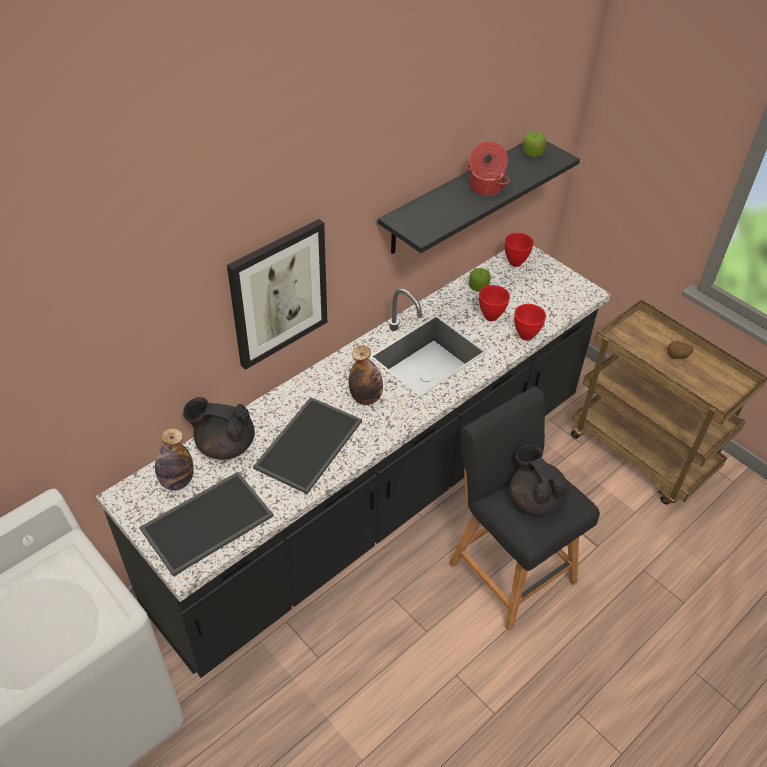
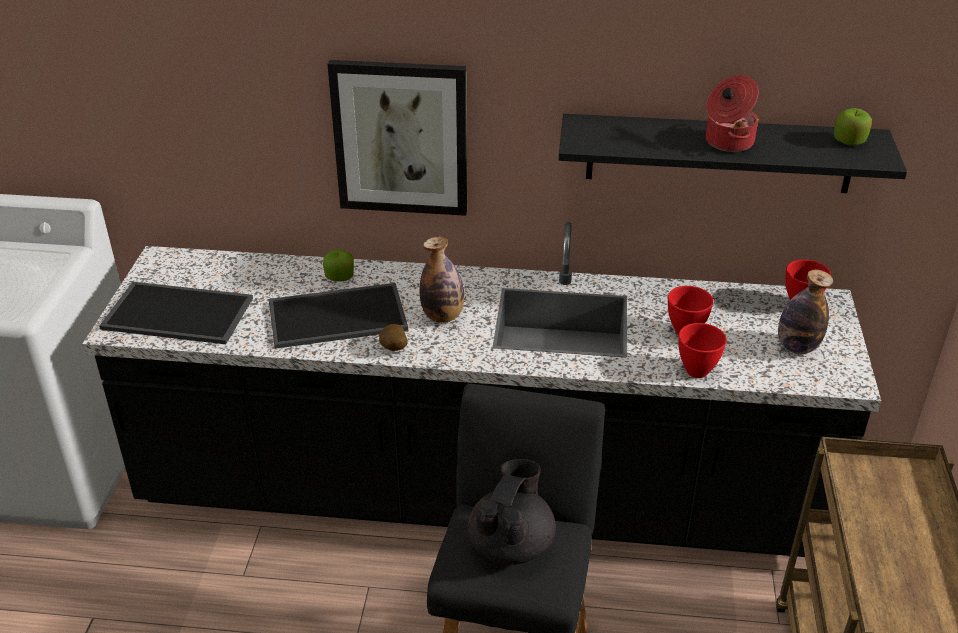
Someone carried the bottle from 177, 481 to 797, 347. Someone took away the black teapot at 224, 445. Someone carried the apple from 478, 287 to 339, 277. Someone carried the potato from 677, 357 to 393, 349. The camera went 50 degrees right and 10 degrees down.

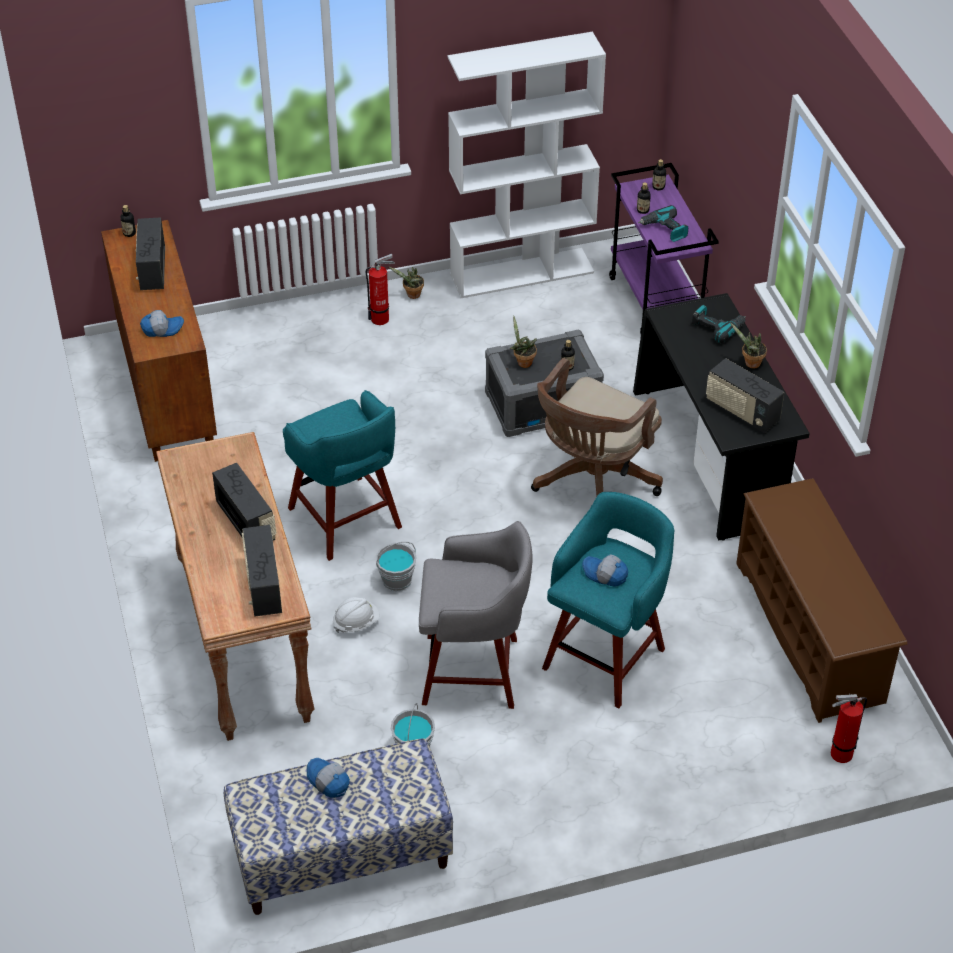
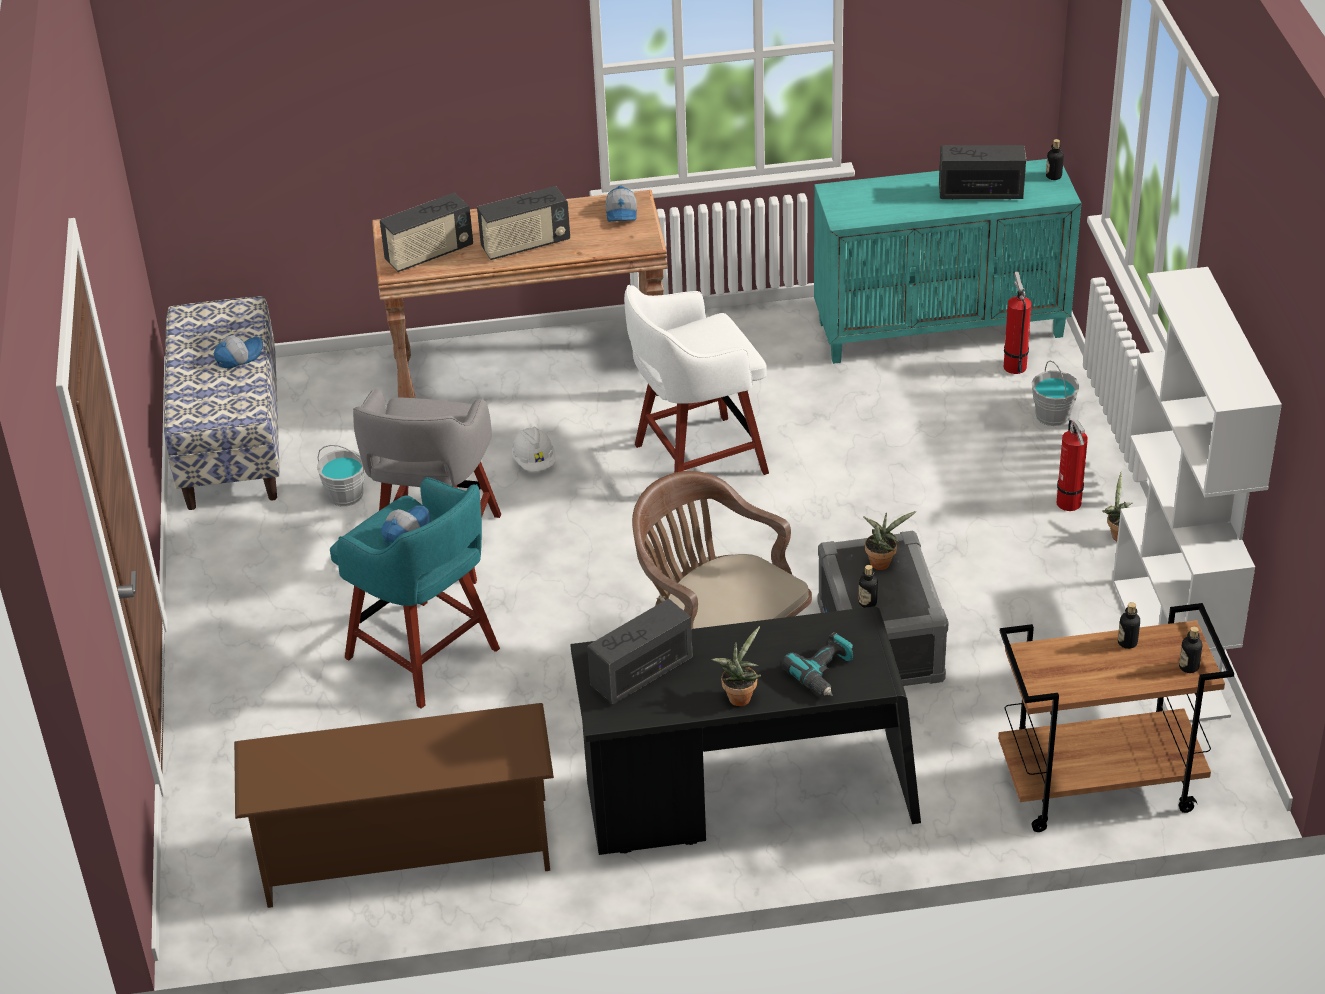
Someone repainted the brown cabinet at 166, 390, which became the turquoise cabinet at 941, 328. Someone carried the cap from 162, 328 to 622, 213. Someone rotated the radio at 263, 586 by 150 degrees clockwise. Someone repainted the turquoise stool at 346, 520, which became the white stool at 696, 460. Someone carried the grey bucket from 396, 579 to 1053, 415. Someone repainted the purple cart at 656, 303, which became the brown cart at 1098, 787. Someone took away the power drill at 664, 230. Someone carried the fire extinguisher from 838, 754 to 1014, 364. The camera went 100 degrees right and 5 degrees down.

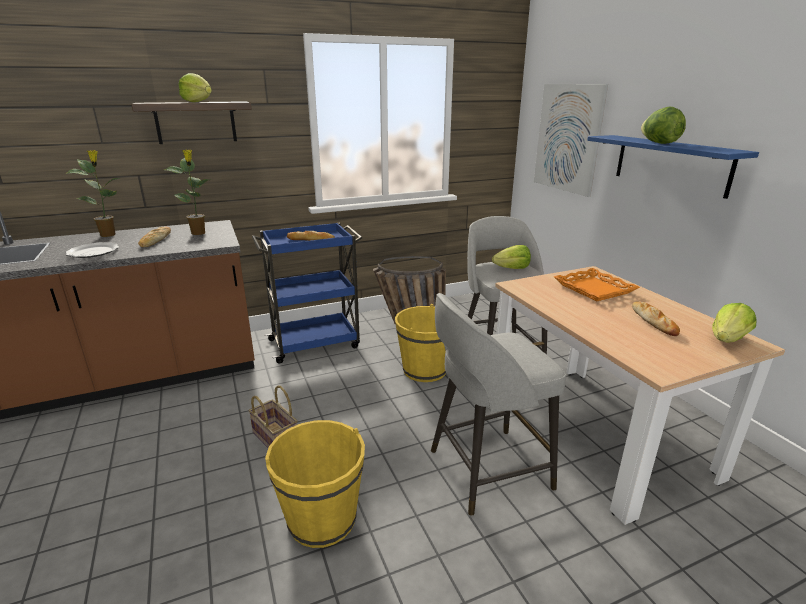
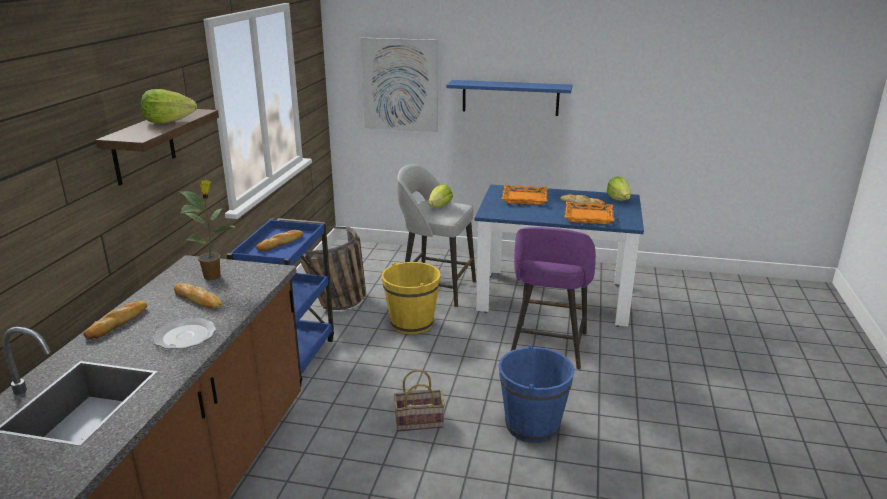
Someone swapped the potted plant at 109, 235 for the bread at 118, 323. Someone repainted the yellow bucket at 322, 519, which became the blue bucket at 532, 425. Someone repainted the grey stool at 486, 470, which became the purple stool at 548, 347. Someone repainted the beige dining table at 594, 432, which became the blue dining table at 553, 298. Someone took away the lettuce at 659, 143. Someone put down the orange tray at 588, 216. The camera went 55 degrees left and 0 degrees up.

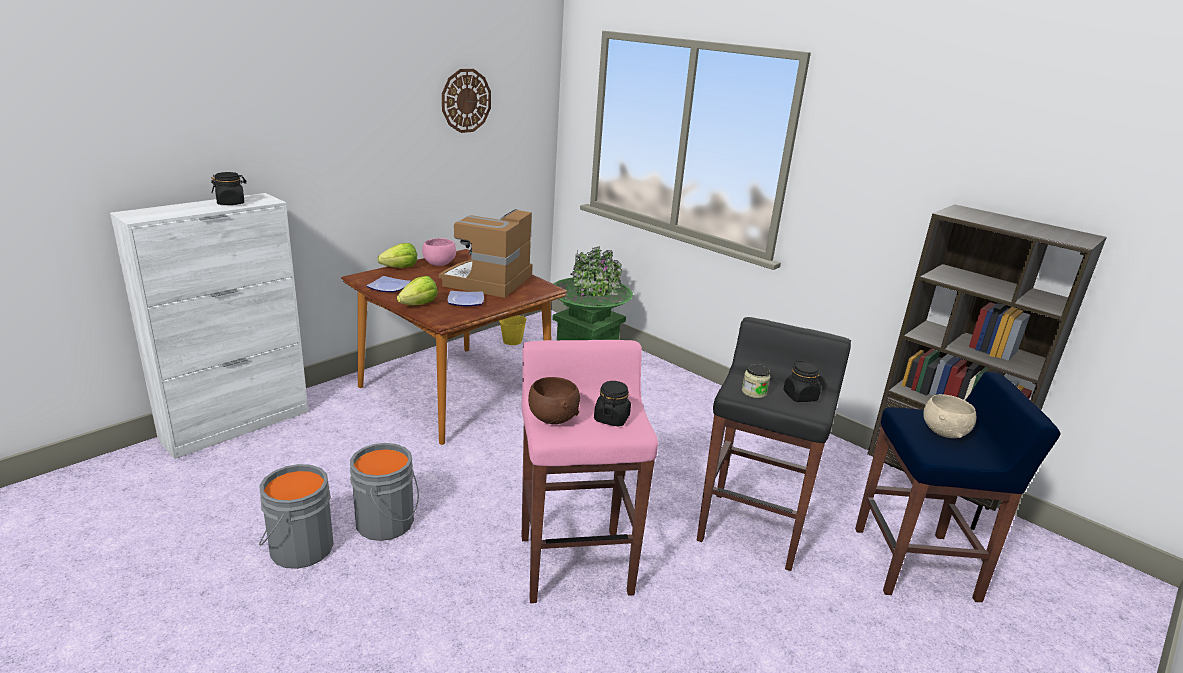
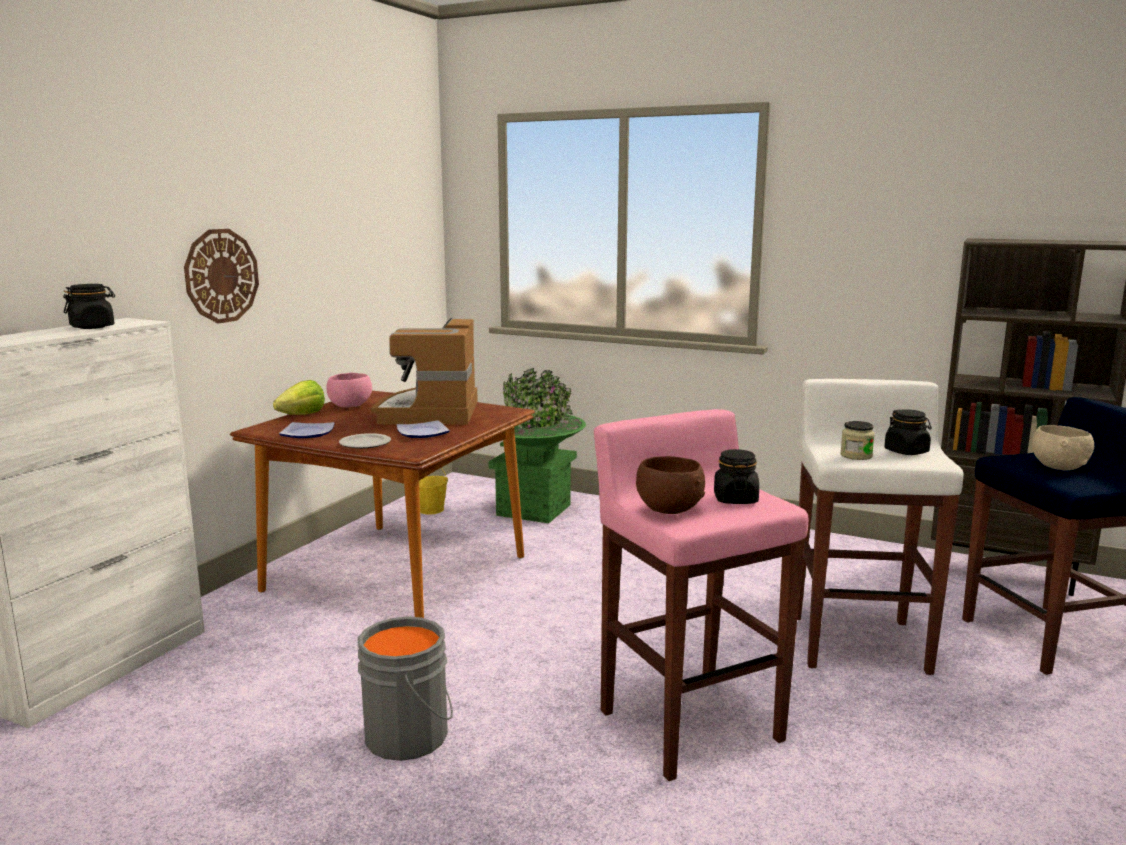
Someone took away the grey bucket at 298, 548. Someone swapped the lettuce at 419, 304 for the plate at 366, 443. Someone carried the wall clock from 466, 100 to 221, 276. Someone repainted the black stool at 752, 529, which became the white stool at 858, 643. The camera went 15 degrees left and 10 degrees down.

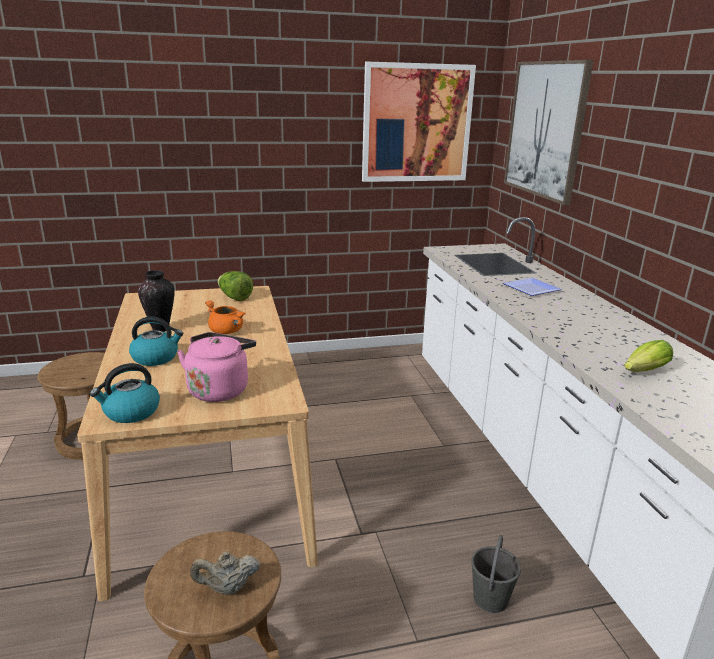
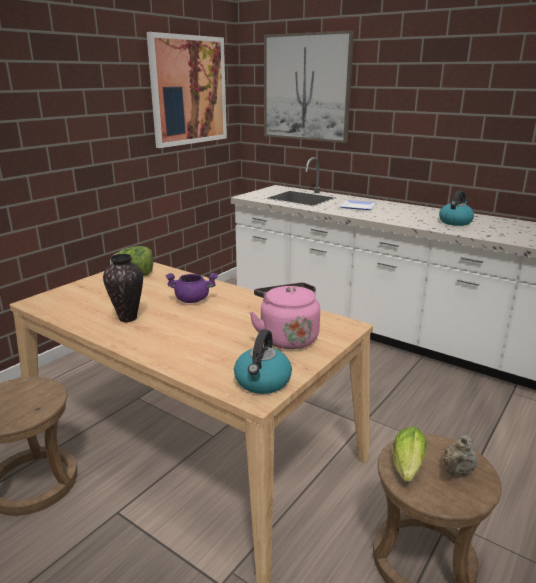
Someone carried the kettle from 156, 358 to 455, 222. Someone repainted the orange cooking pot at 227, 332, which became the purple cooking pot at 193, 300. Someone took away the grey bucket at 490, 598. Someone carried the lettuce from 642, 372 to 407, 468. The camera went 40 degrees left and 0 degrees up.

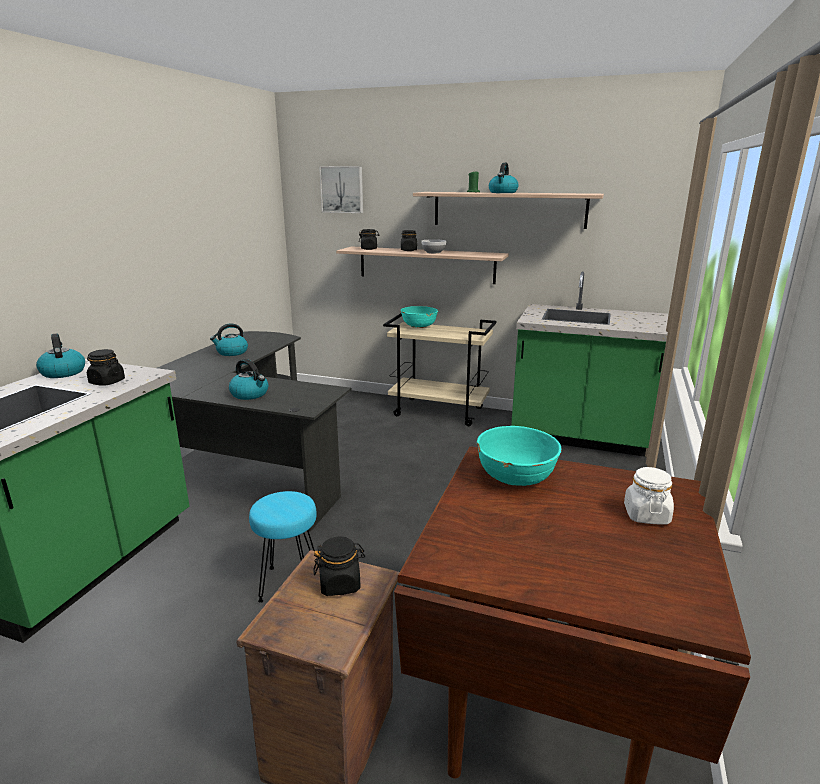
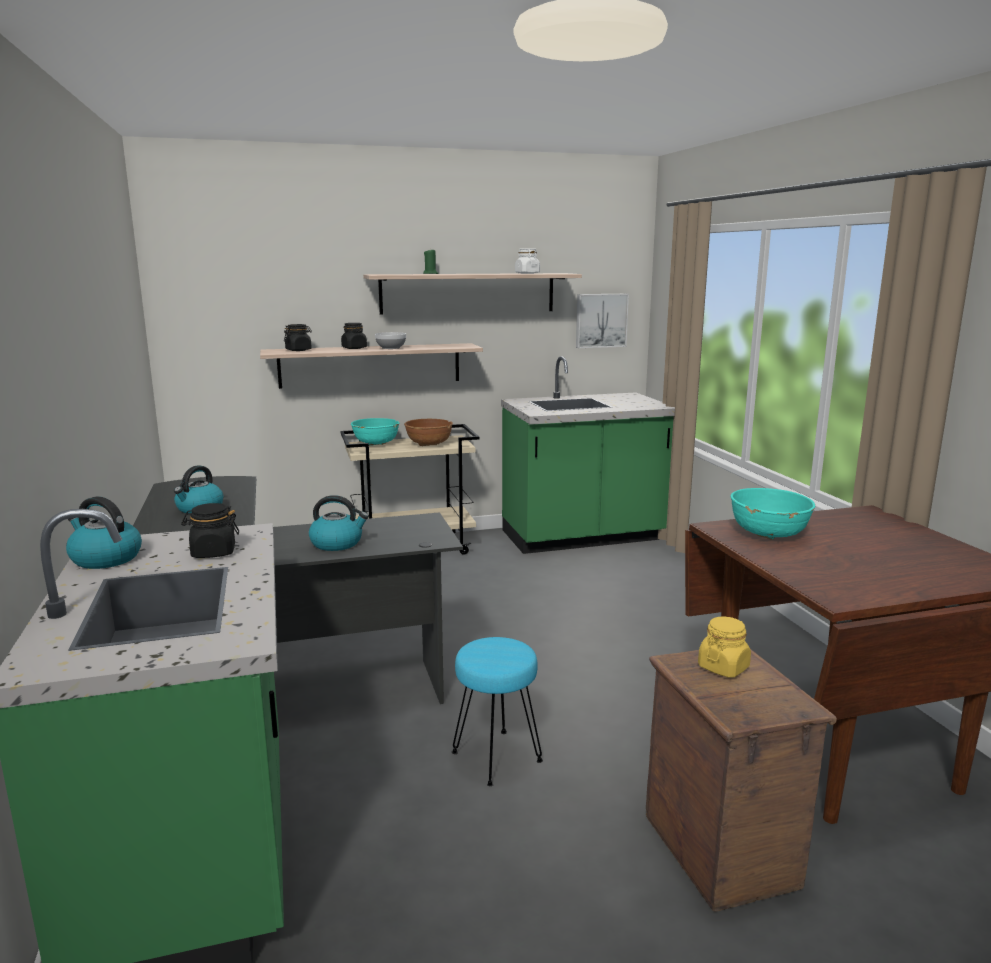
Someone repainted the black jar at 340, 584, which became the yellow jar at 723, 667. Someone carried the picture from 342, 189 to 600, 320. Someone took away the kettle at 503, 192. Someone carried the white jar from 646, 515 to 527, 273. Someone put down the brown bowl at 429, 444. The camera went 35 degrees left and 5 degrees down.

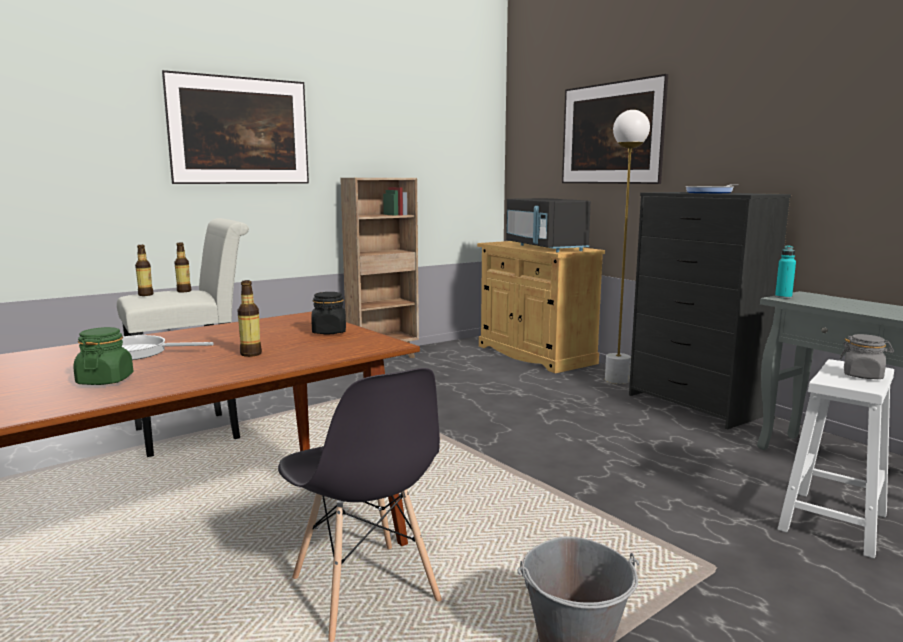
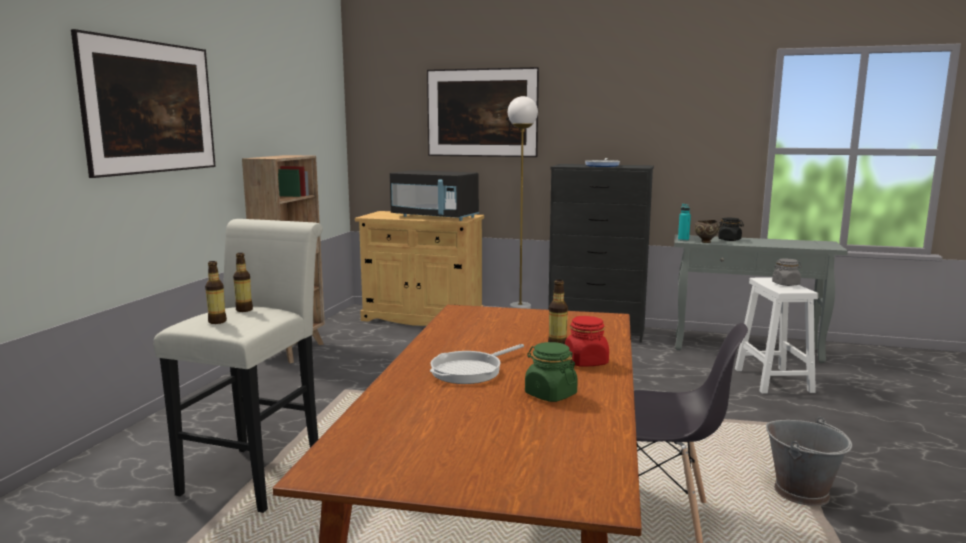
Someone carried the black jar from 329, 332 to 729, 240. Someone put down the red jar at 586, 362. Someone put down the brown bowl at 705, 242. The camera went 40 degrees left and 0 degrees up.

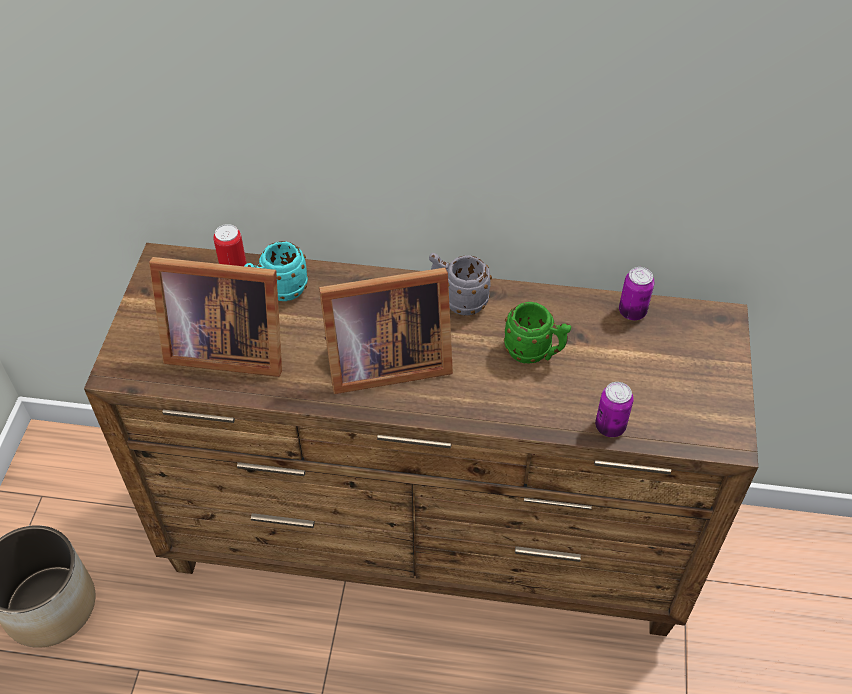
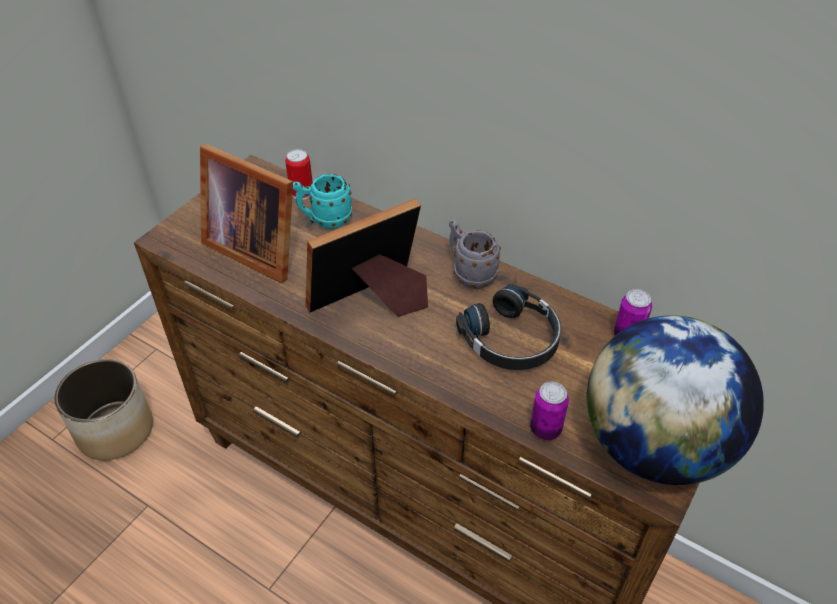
Someone rotated the picture frame at 382, 362 by 135 degrees clockwise. Someone swapped the green mug at 534, 353 for the black headphones at 512, 339. Someone put down the globe at 654, 446. The camera went 25 degrees right and 5 degrees down.

